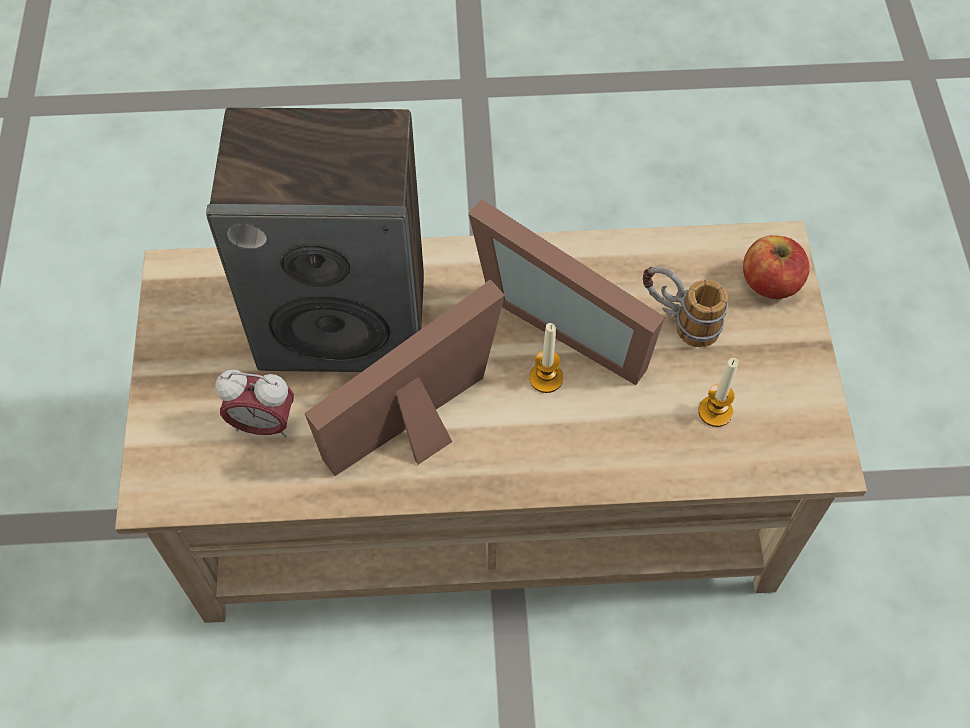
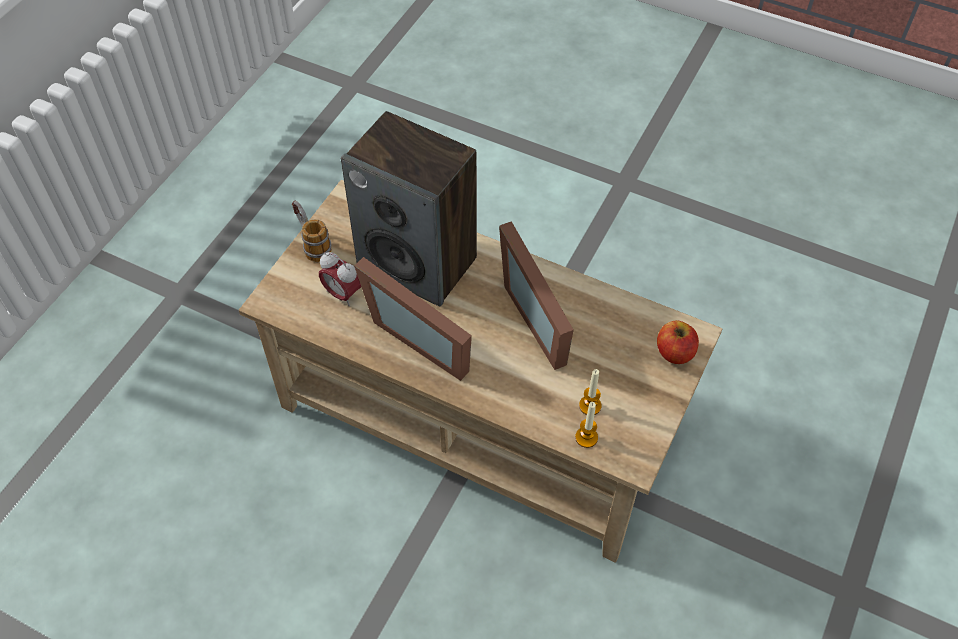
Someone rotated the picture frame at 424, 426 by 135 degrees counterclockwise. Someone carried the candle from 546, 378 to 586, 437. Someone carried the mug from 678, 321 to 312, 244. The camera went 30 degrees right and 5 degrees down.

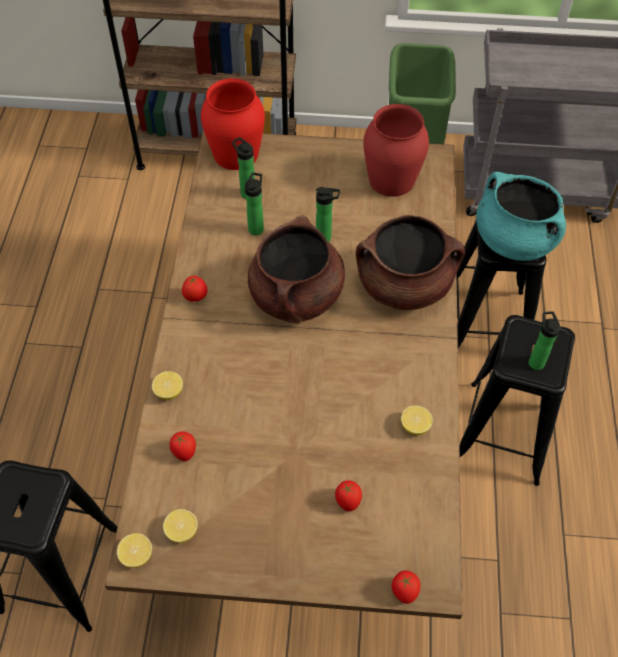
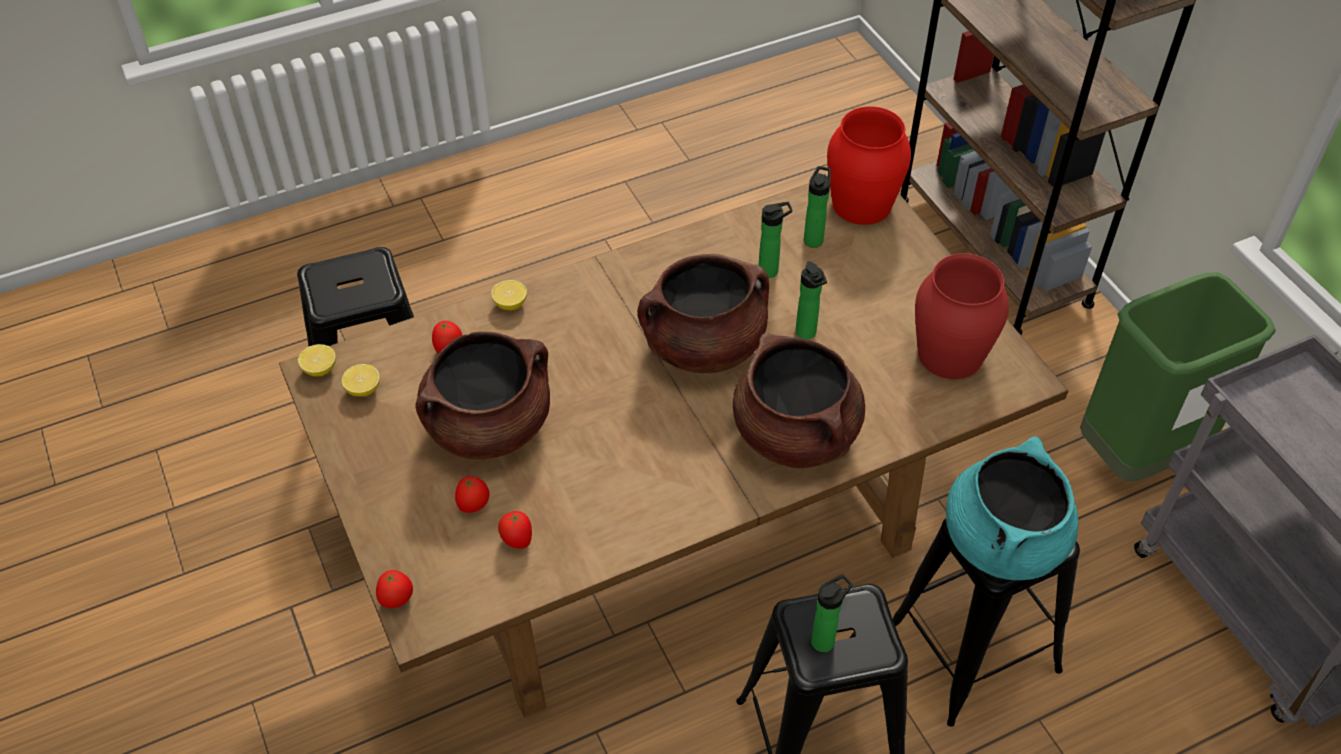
Someone carried the tomato from 195, 297 to 517, 540. Someone took away the lemon at 415, 426. Someone put down the brown cooking pot at 489, 426. The camera went 60 degrees right and 5 degrees down.

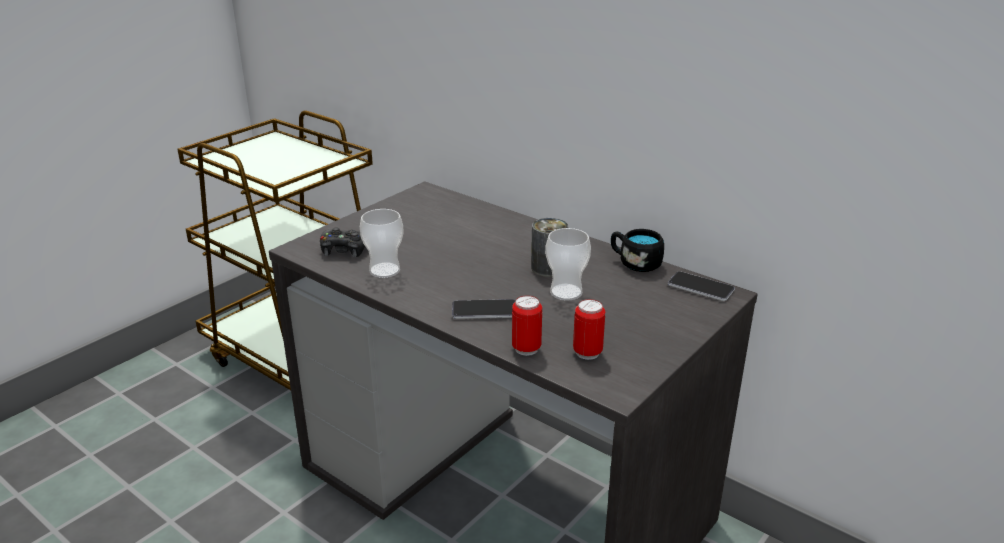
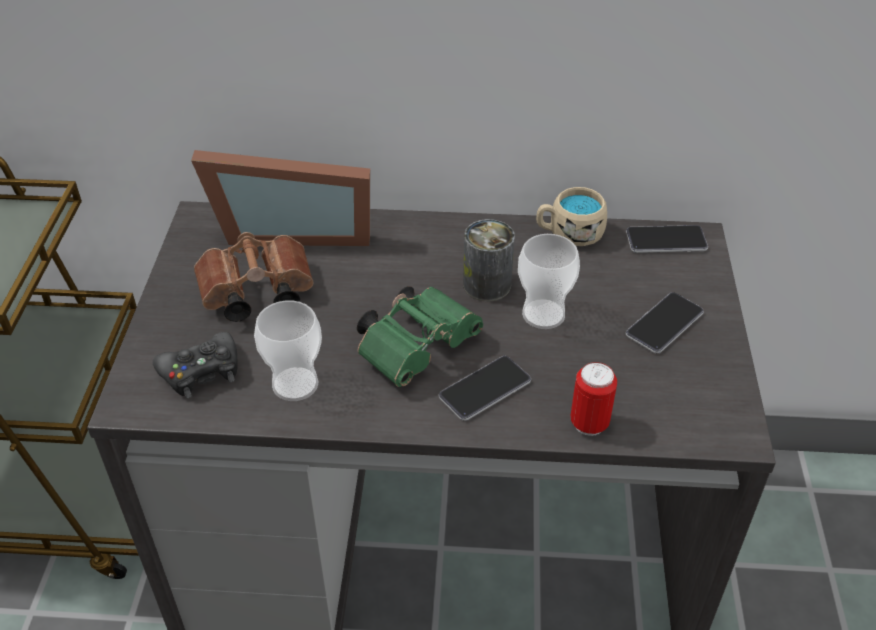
Someone took away the can at 587, 353. Someone repainted the black mug at 635, 263, which became the beige mug at 569, 233. Someone put down the picture frame at 293, 230. Someone put down the brown binoculars at 254, 295. Someone put down the green binoculars at 419, 346. Someone put down the phone at 664, 324. The camera went 35 degrees left and 15 degrees up.

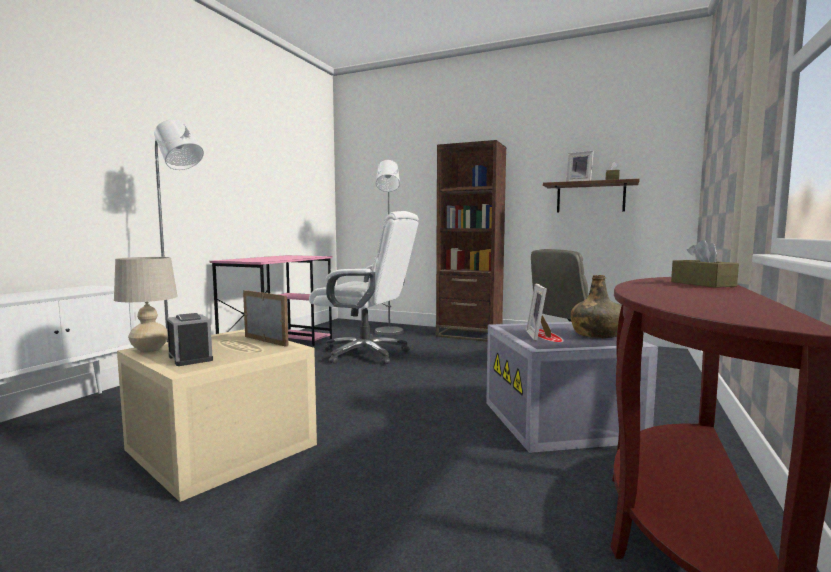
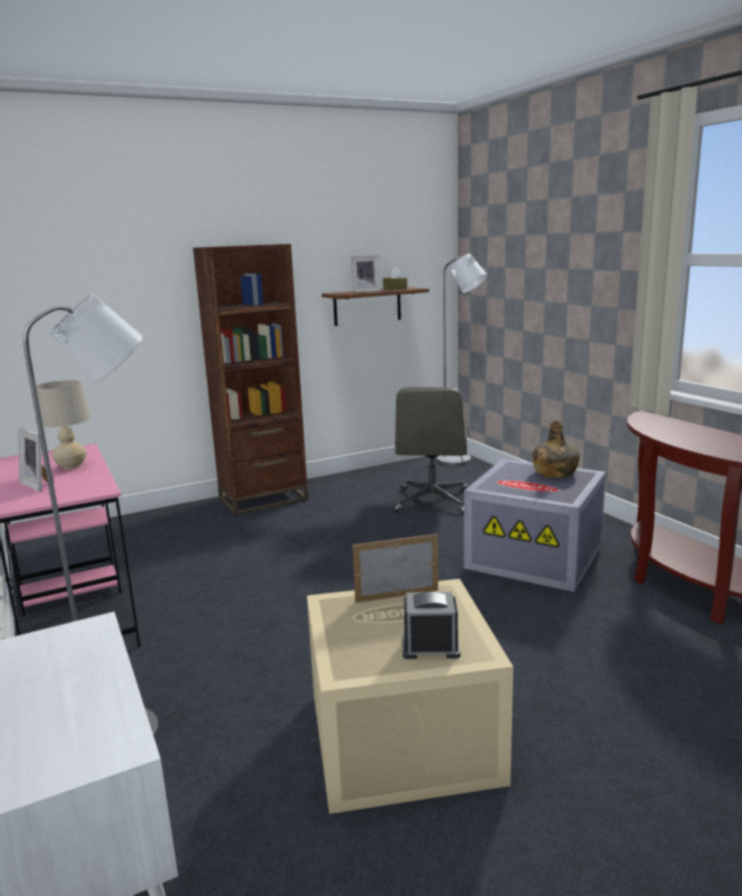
Someone carried the beige table lamp from 150, 349 to 71, 466. Someone took away the white office chair at 366, 354. Someone carried the grey floor lamp from 389, 333 to 460, 461. Someone carried the picture frame from 539, 336 to 39, 484. Someone took away the brown tissue box at 702, 284. The camera went 50 degrees left and 10 degrees up.

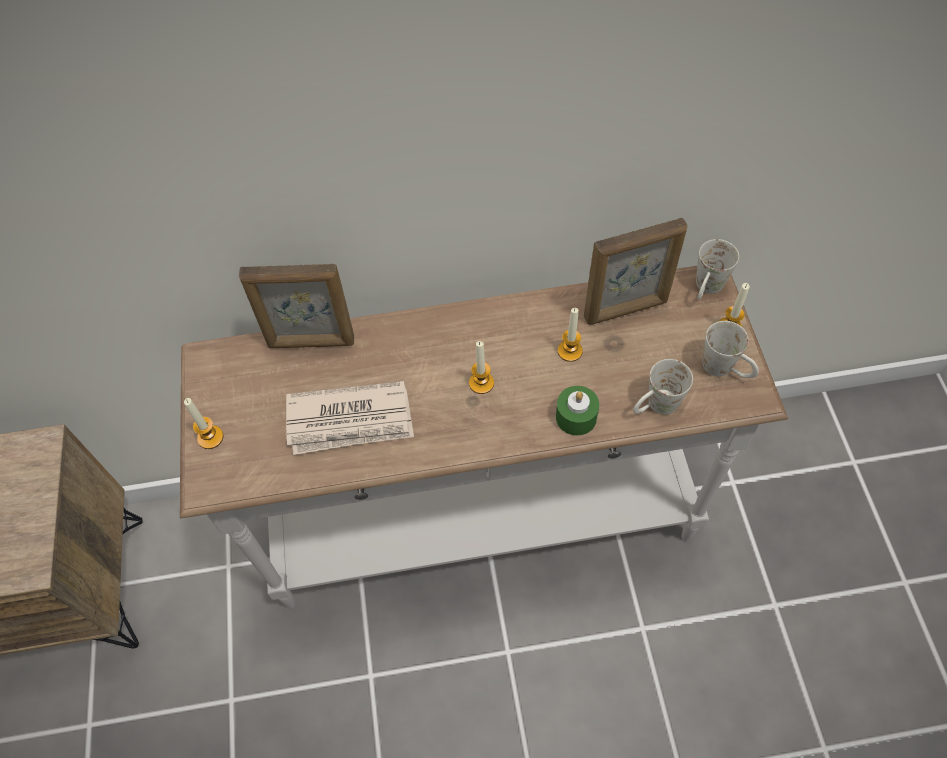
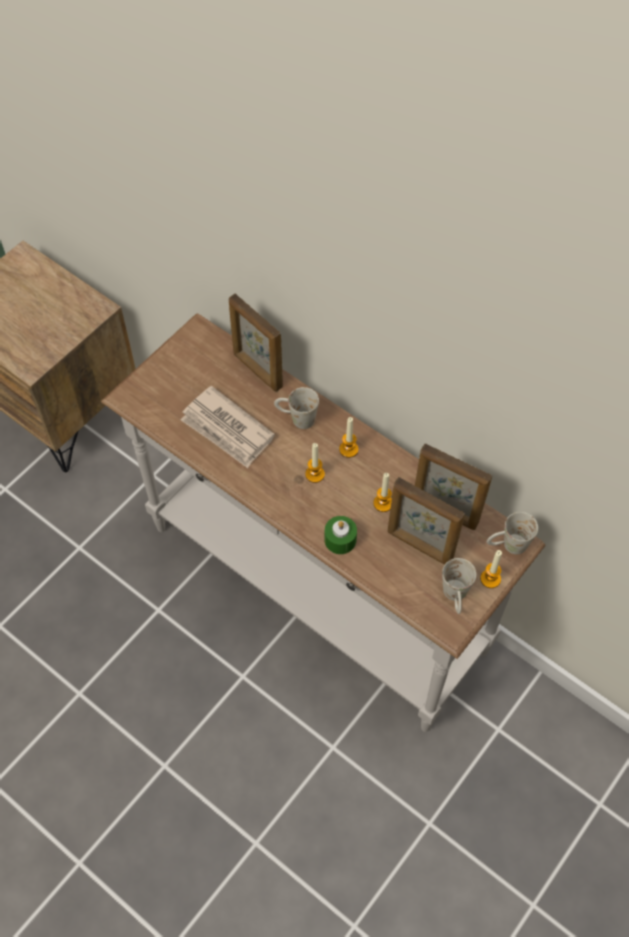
Someone carried the candle from 210, 437 to 348, 449. Someone carried the white mug from 655, 407 to 296, 418. Someone put down the picture frame at 419, 546. The camera went 45 degrees right and 0 degrees up.

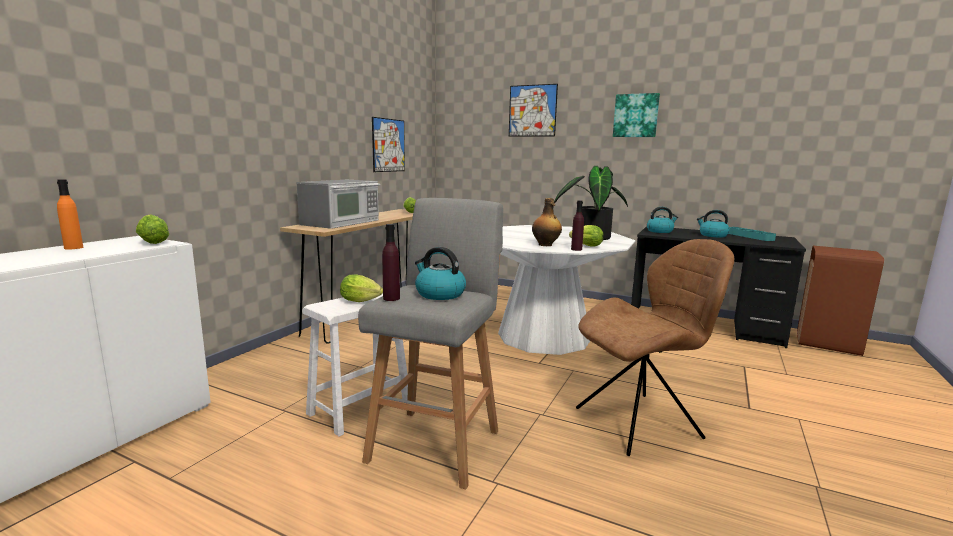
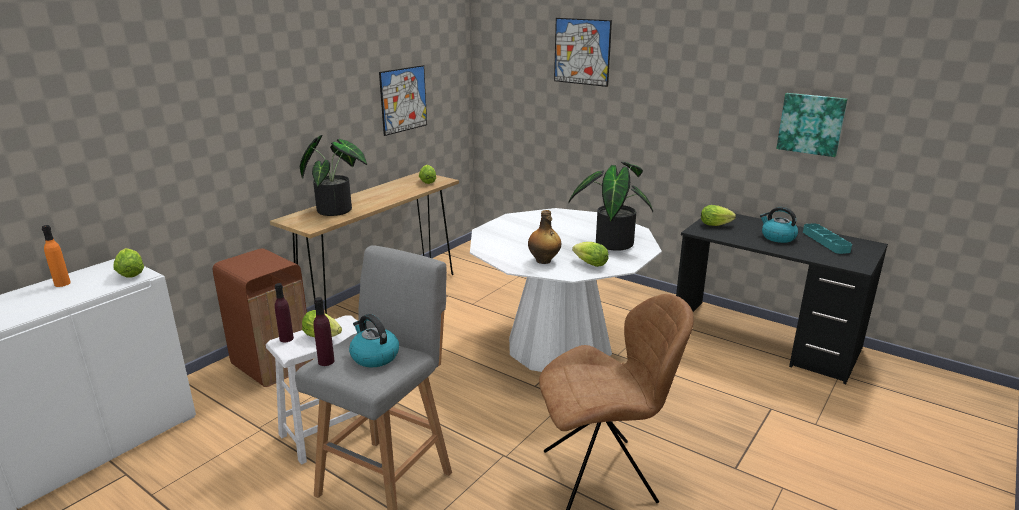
Someone swapped the microwave at 342, 222 for the potted plant at 338, 209. Someone carried the purple bottle from 576, 249 to 286, 338. Someone carried the picture from 636, 115 to 811, 124. Someone swapped the kettle at 660, 231 for the lettuce at 717, 225. Someone carried the brown trash can from 827, 343 to 273, 365. The camera went 10 degrees right and 10 degrees up.

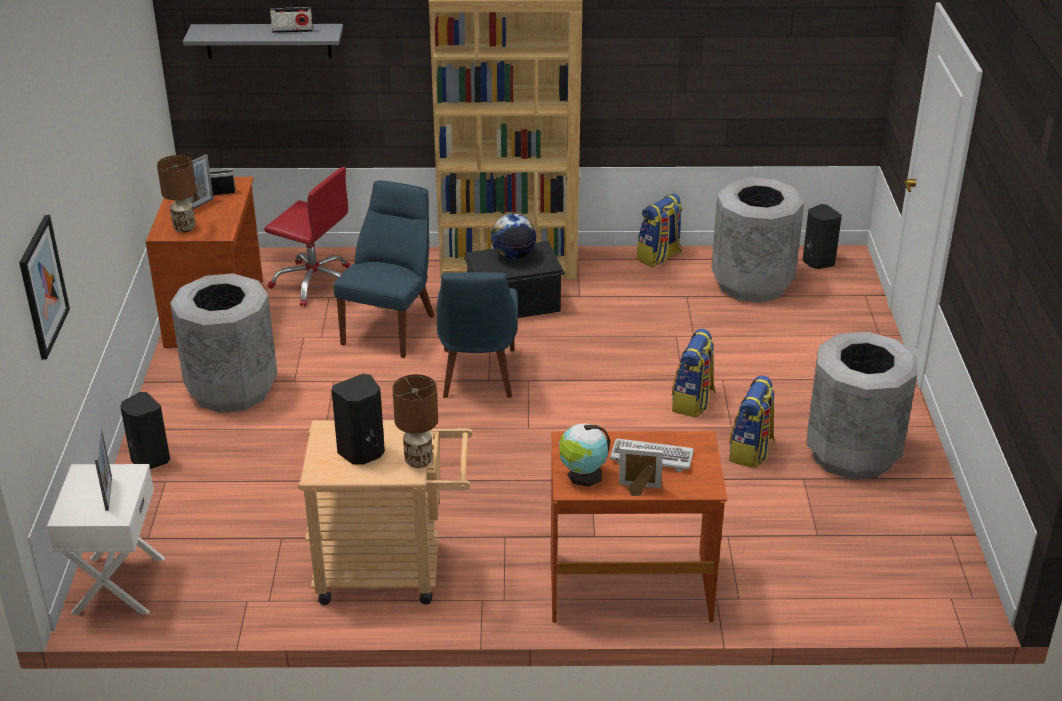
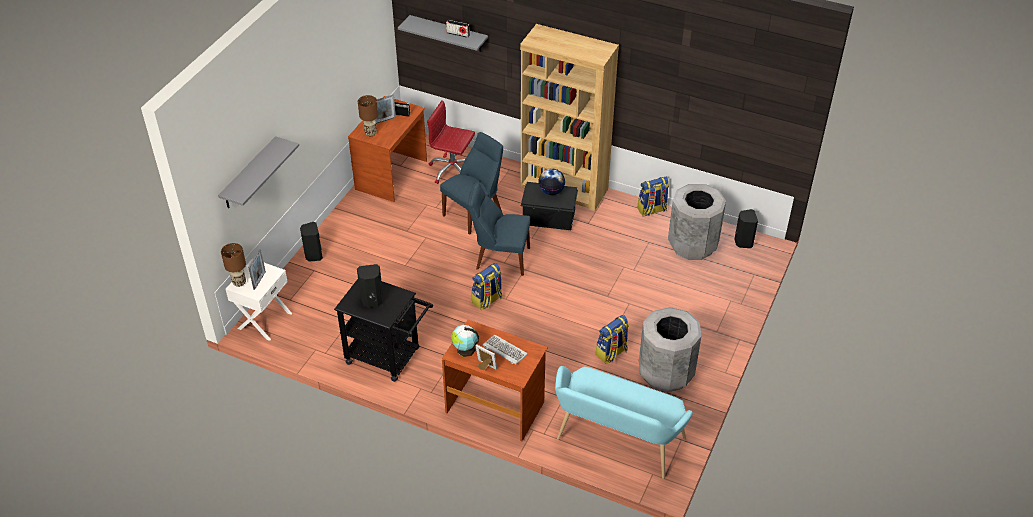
Someone swapped the picture at 42, 286 for the grey shelf at 249, 174. Someone took away the grey trash can at 232, 389. Someone rotated the red office chair at 314, 283 by 150 degrees clockwise. Someone repainted the beige cart at 392, 571, which became the black cart at 388, 357. Someone carried the brown table lamp from 418, 461 to 239, 282. Someone rotated the blue chair at 478, 376 by 75 degrees clockwise. Someone carried the backpack from 693, 402 to 487, 300. Someone put down the turquoise bench at 616, 443. The camera went 25 degrees right and 10 degrees up.

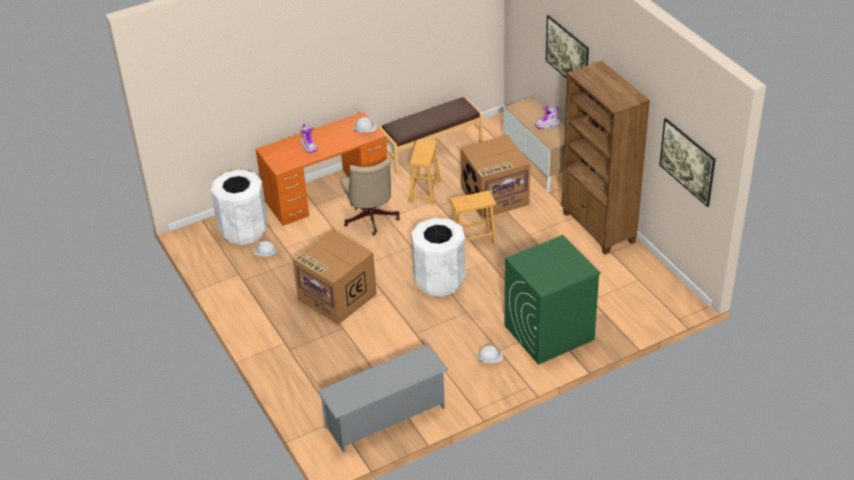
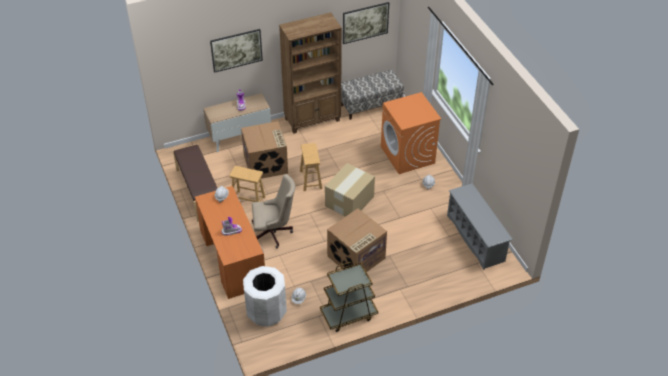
Someone swapped the white trash can at 439, 281 for the cardboard box at 350, 201. Someone repainted the green washing machine at 548, 333, which became the orange washing machine at 408, 155. Someone put down the brown cart at 348, 314. Someone put down the bench at 370, 105. The camera went 85 degrees left and 5 degrees up.

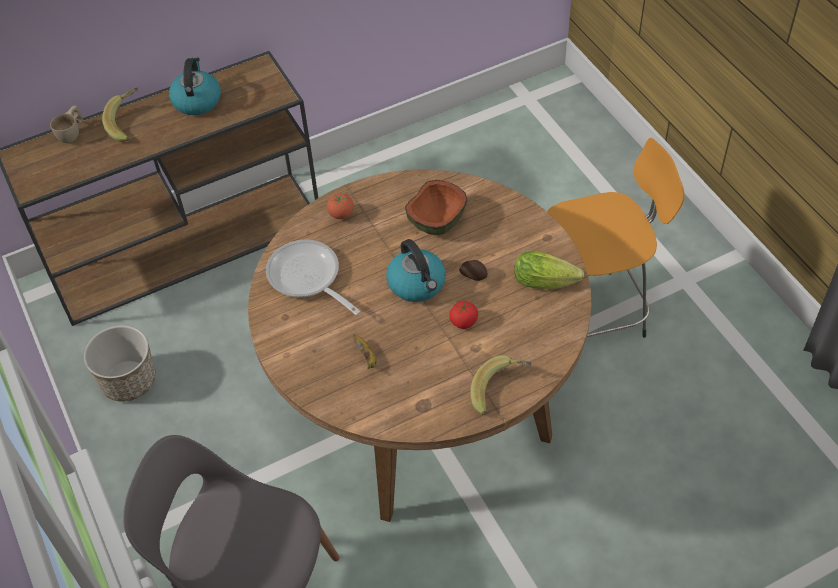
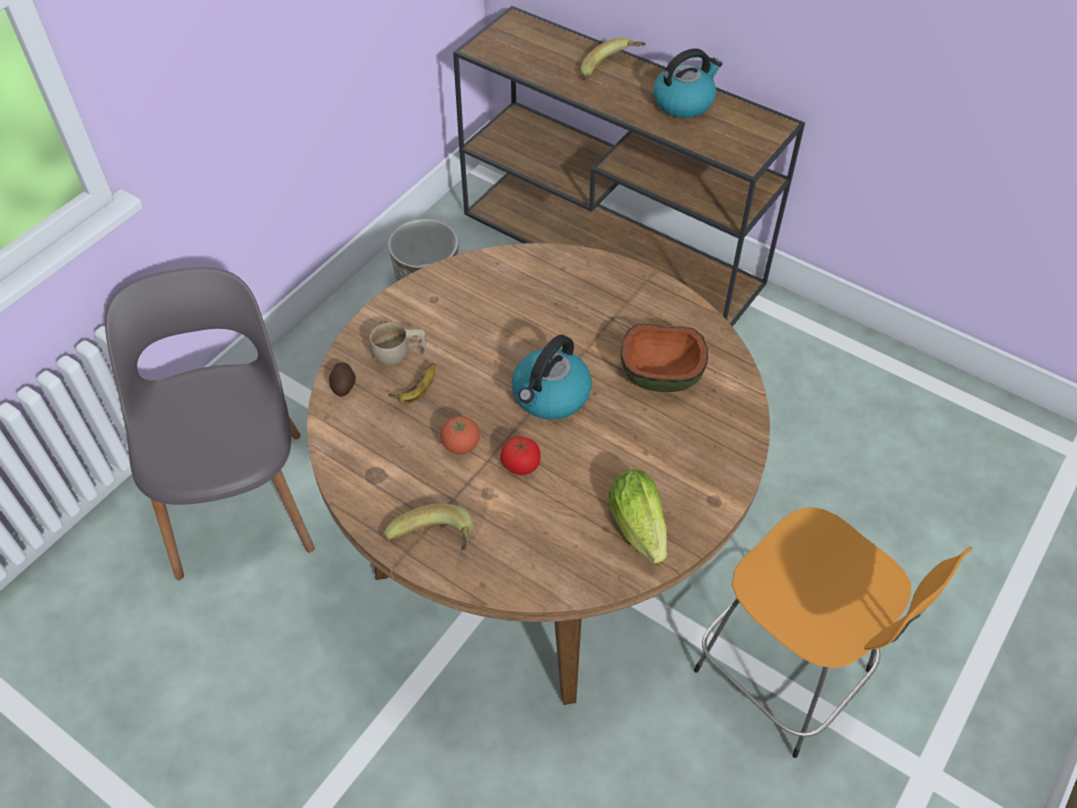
Someone carried the beige cup from 72, 133 to 400, 356. Someone took away the frying pan at 307, 278. Someone carried the tomato from 341, 214 to 461, 445. Someone carried the potato from 473, 275 to 344, 385. The camera went 60 degrees right and 0 degrees up.

